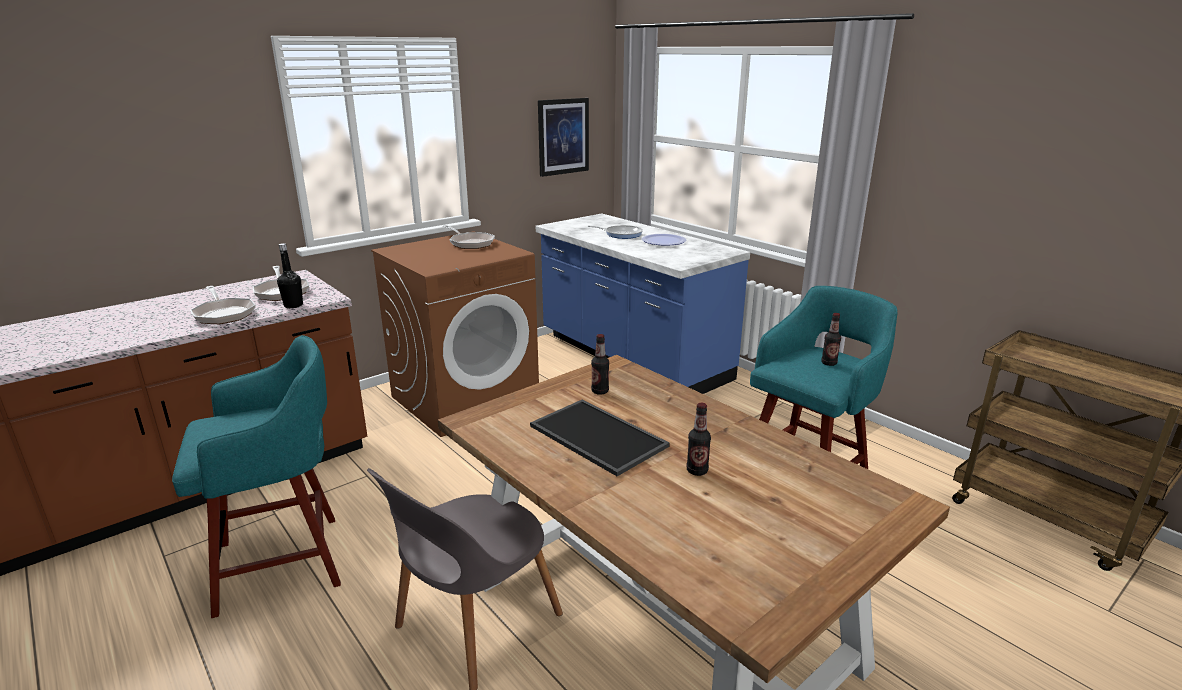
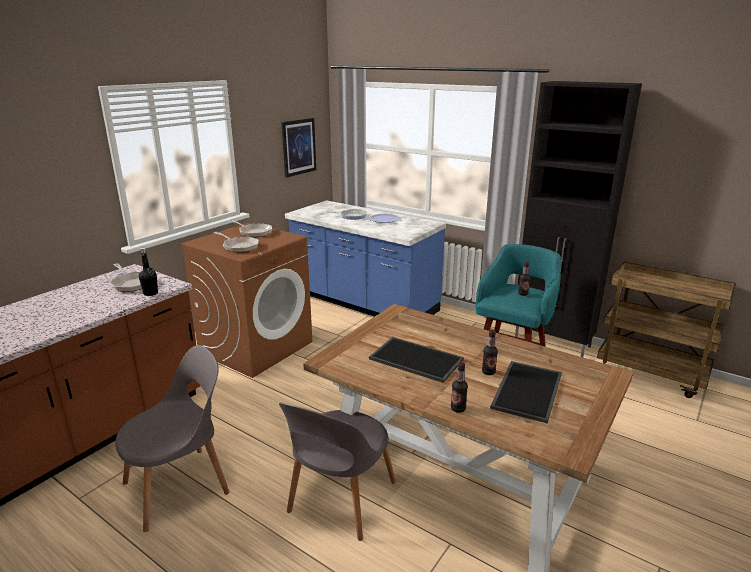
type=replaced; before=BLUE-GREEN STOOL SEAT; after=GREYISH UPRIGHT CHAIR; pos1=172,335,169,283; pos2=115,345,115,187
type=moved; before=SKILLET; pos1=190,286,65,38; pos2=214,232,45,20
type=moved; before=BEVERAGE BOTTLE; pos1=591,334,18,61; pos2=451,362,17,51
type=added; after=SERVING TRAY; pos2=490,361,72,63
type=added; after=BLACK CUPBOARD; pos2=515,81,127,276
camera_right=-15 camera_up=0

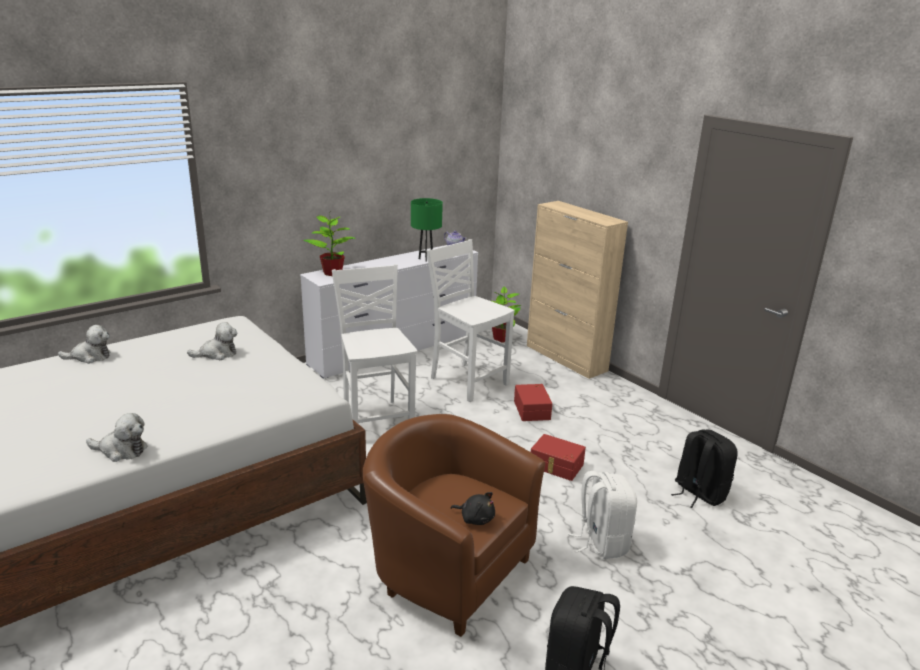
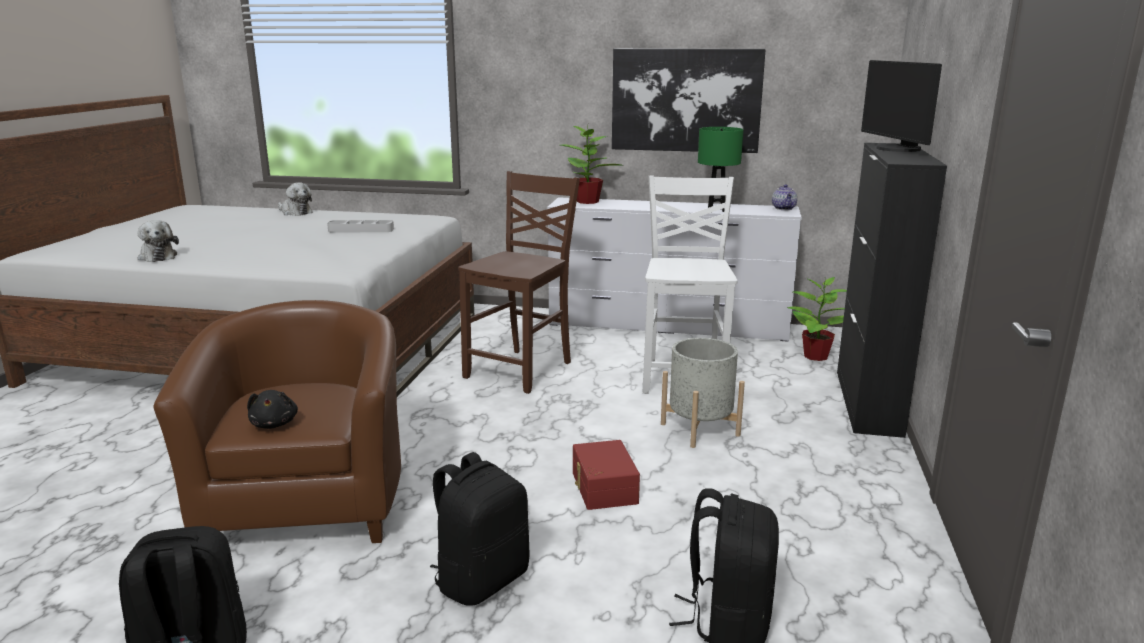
type=replaced; before=PLUSH TOY; after=GREYISH SERVING TRAY; pos1=187,322,51,38; pos2=327,220,67,12
type=recoloured; before=WHITISH UPRIGHT CHAIR; after=BROWN-COLOURED UPRIGHT CHAIR; pos1=332,264,85,159; pos2=458,171,122,223
type=replaced; before=RED-COLOURED STORAGE CONTAINER; after=GREYISH FLOWER POT; pos1=514,384,38,37; pos2=661,338,84,110
type=recoloured; before=BEIGE-COLOURED CUPBOARD; after=BLACK CUPBOARD; pos1=527,201,101,178; pos2=837,143,110,295
type=recoloured; before=WHITISH KNAPSACK; after=BLACK KNAPSACK; pos1=568,471,69,88; pos2=430,452,99,153
type=added; after=PICTURE; pos2=612,48,154,105
type=added; after=COMPUTER SCREEN; pos2=861,60,81,92
camera_right=50 camera_up=-5

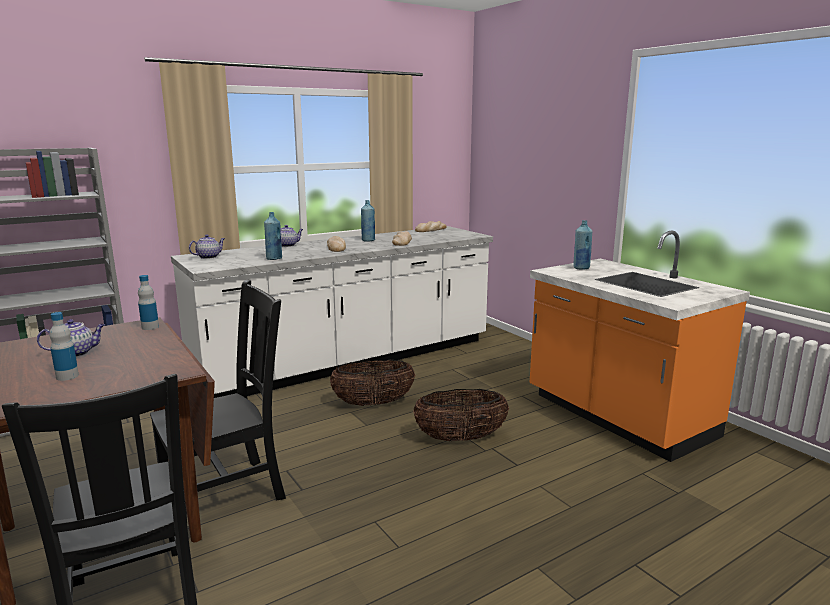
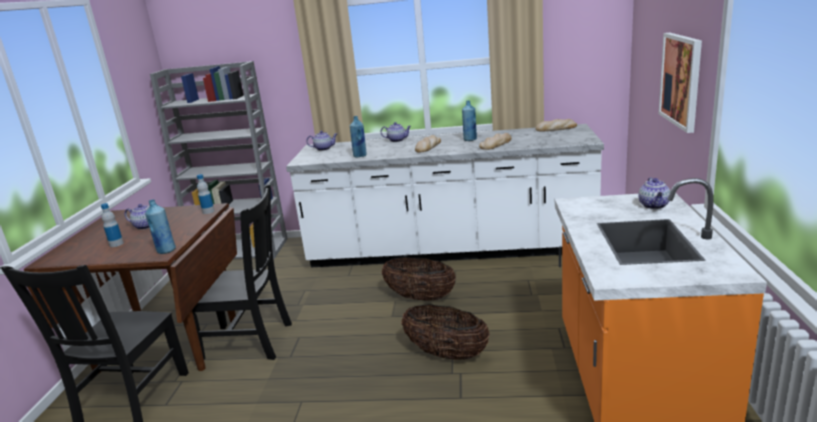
type=moved; before=BLUE-COLOURED BEVERAGE BOTTLE; pos1=573,220,19,50; pos2=145,200,31,54
type=added; after=POT FOR TEA; pos2=638,177,32,32
type=added; after=PICTURE; pos2=659,33,43,100
camera_right=40 camera_up=5

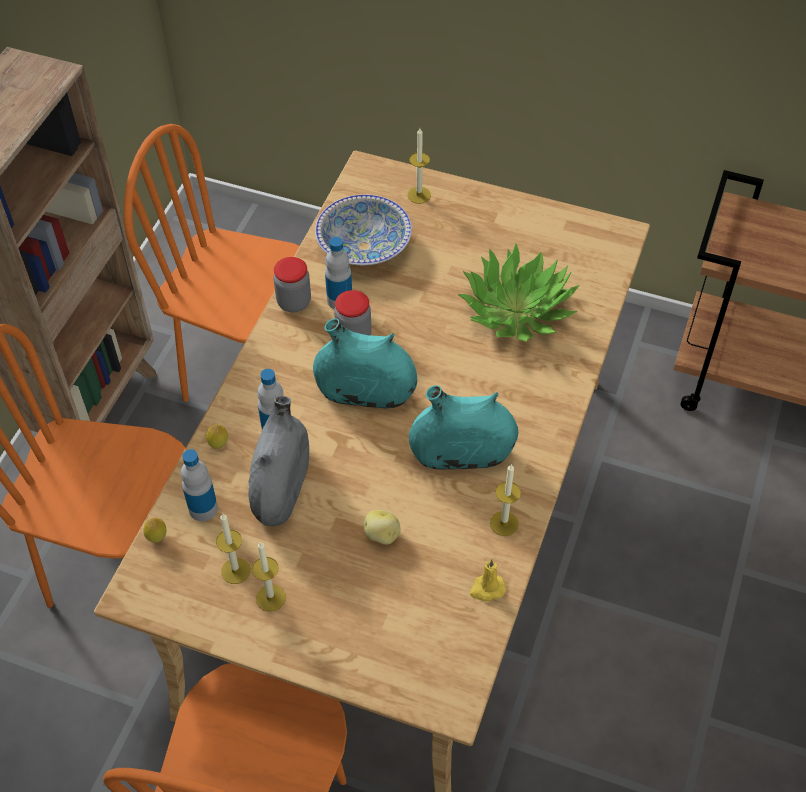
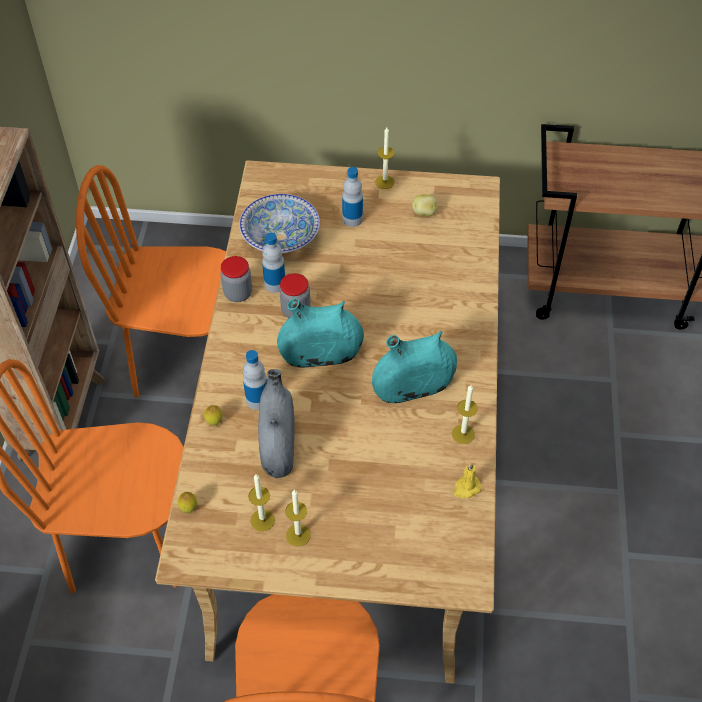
type=moved; before=BEVERAGE BOTTLE; pos1=181,449,37,72; pos2=342,167,21,60
type=moved; before=SPUD; pos1=364,510,37,35; pos2=412,194,26,22
type=moved; before=WAX LIGHT; pos1=407,128,24,76; pos2=375,127,20,62
type=removed; before=POTTED PLANT; pos1=458,243,122,99
camera_right=-15 camera_up=0

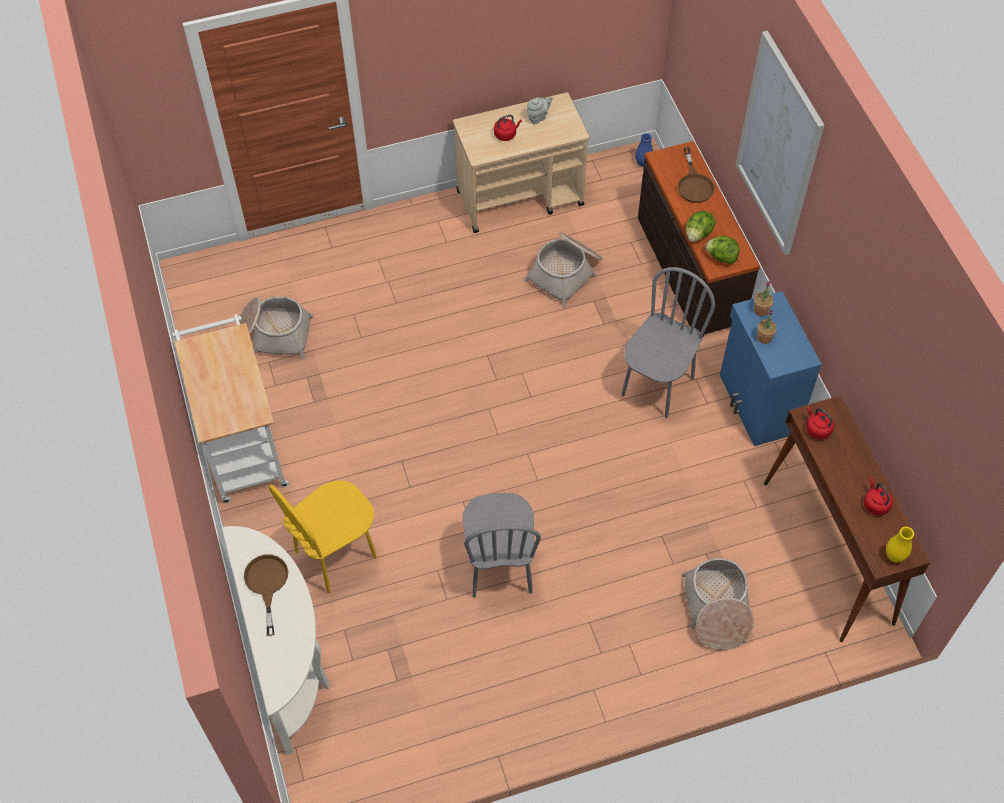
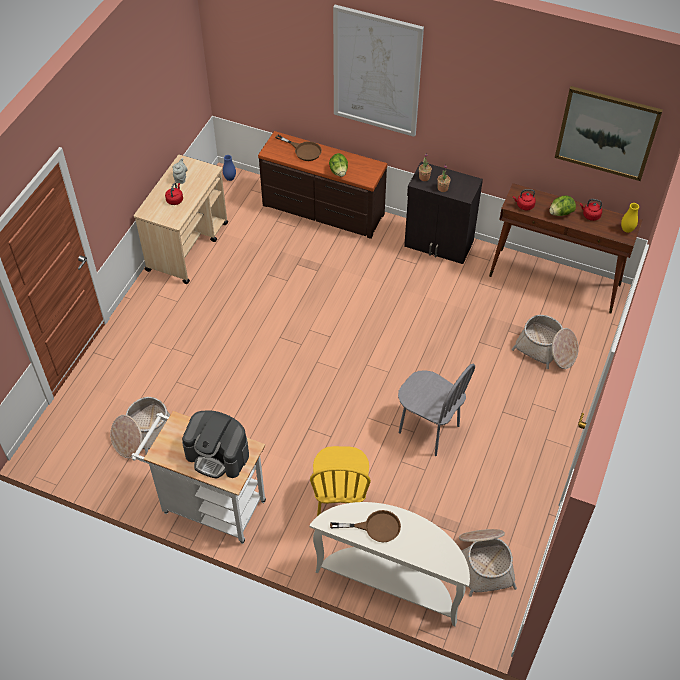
type=turned; before=BROWN-COLOURED SKILLET; pos1=244,554,44,82; pos2=330,510,71,32; turn=150
type=moved; before=HOUSEHOLD BASKET; pos1=524,233,79,74; pos2=459,529,58,68
type=removed; before=GREYISH UPRIGHT CHAIR; pos1=621,267,94,151
type=moved; before=LETTUCE HEAD; pos1=705,236,35,28; pos2=549,195,27,21
type=recoloured; before=BLUE-COLOURED CUPBOARD; after=BLACK CUPBOARD; pos1=720,291,102,155; pos2=404,162,79,102
type=added; after=COFFEE MACHINE; pos2=182,410,67,69
type=added; after=PICTURE; pos2=555,86,108,95
camera_right=-50 camera_up=-5

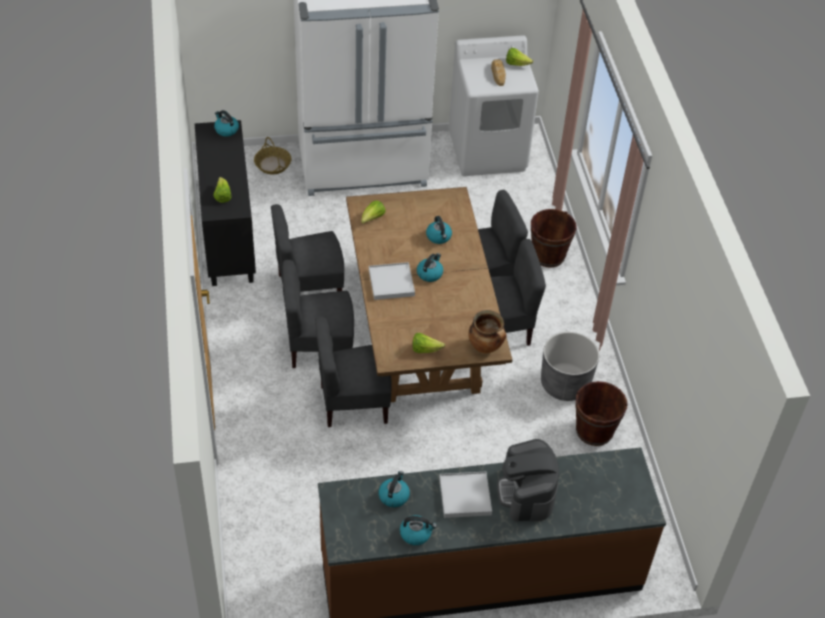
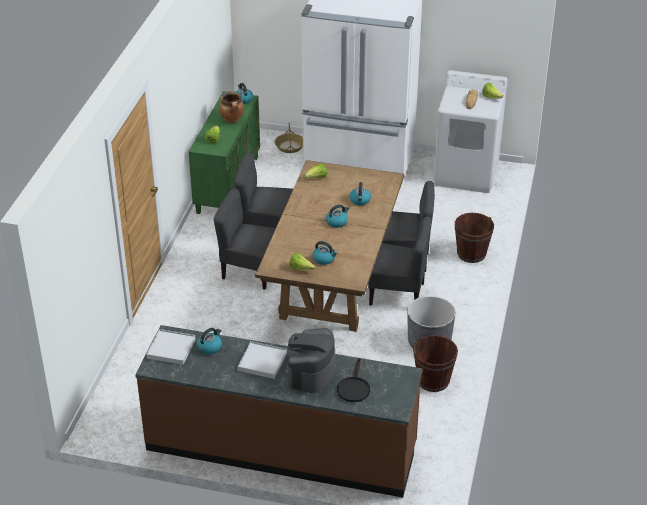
type=recoloured; before=BLACK CUPBOARD; after=GREEN CUPBOARD; pos1=195,120,61,166; pos2=189,91,71,123
type=removed; before=GREYISH UPRIGHT CHAIR; pos1=315,317,77,110
type=moved; before=WHITISH SERVING TRAY; pos1=369,262,46,38; pos2=146,329,49,36
type=moved; before=WATER KETTLE; pos1=400,515,37,30; pos2=313,241,25,24
type=moved; before=STOCKPOT; pos1=468,310,38,43; pos2=218,91,26,32
type=added; after=BLACK SKILLET; pos2=337,358,33,44
camera_right=25 camera_up=-10

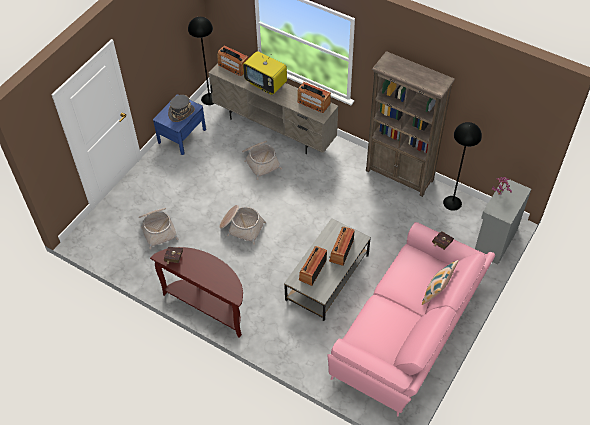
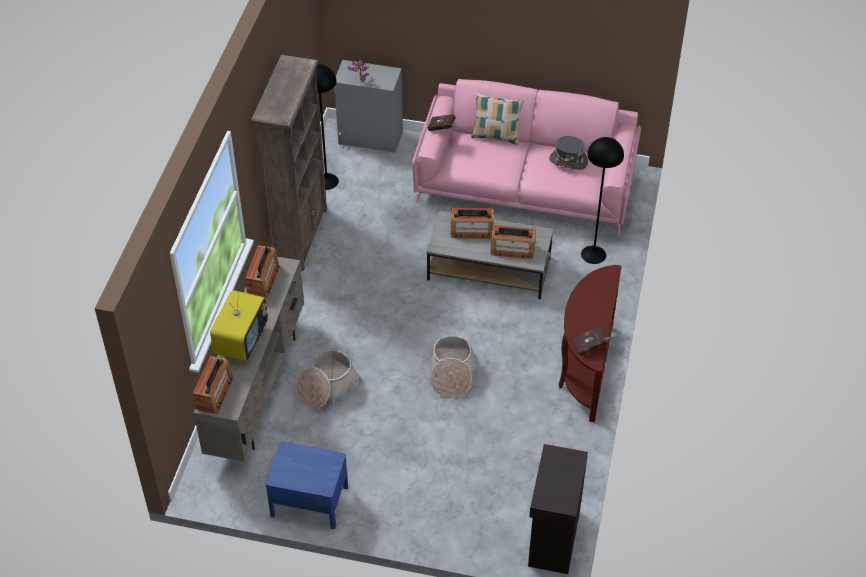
type=removed; before=HOUSEHOLD BASKET; pos1=139,208,39,41
type=moved; before=GREYISH WEARABLE HAT; pos1=168,95,27,27; pos2=549,136,39,34
type=moved; before=BLACK FLOOR LAMP; pos1=188,17,27,88; pos2=581,137,43,127
type=added; after=BLACK CUPBOARD; pos2=528,444,60,130
camera_right=-110 camera_up=-5

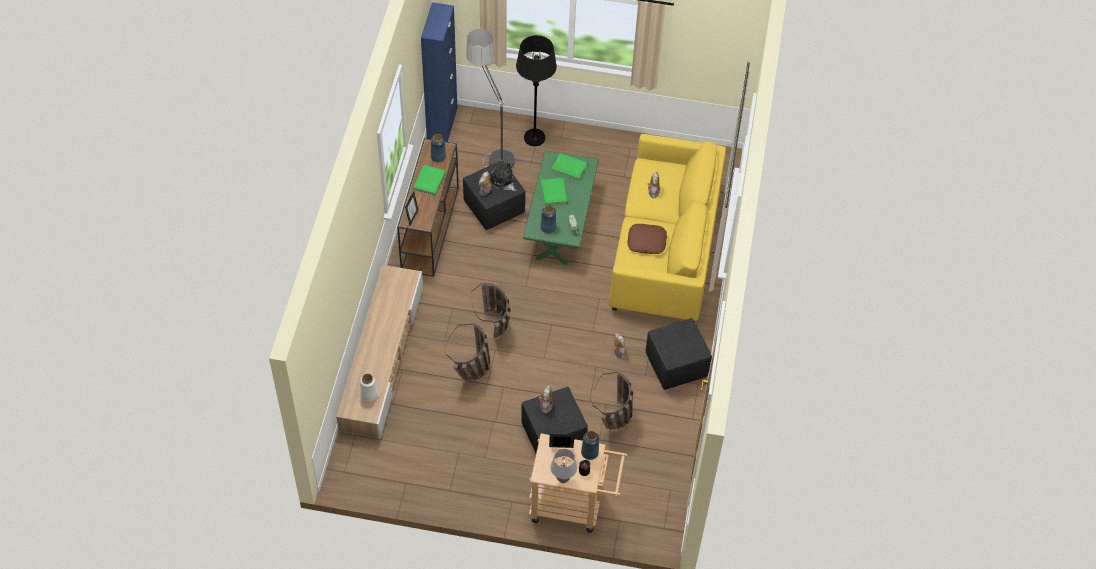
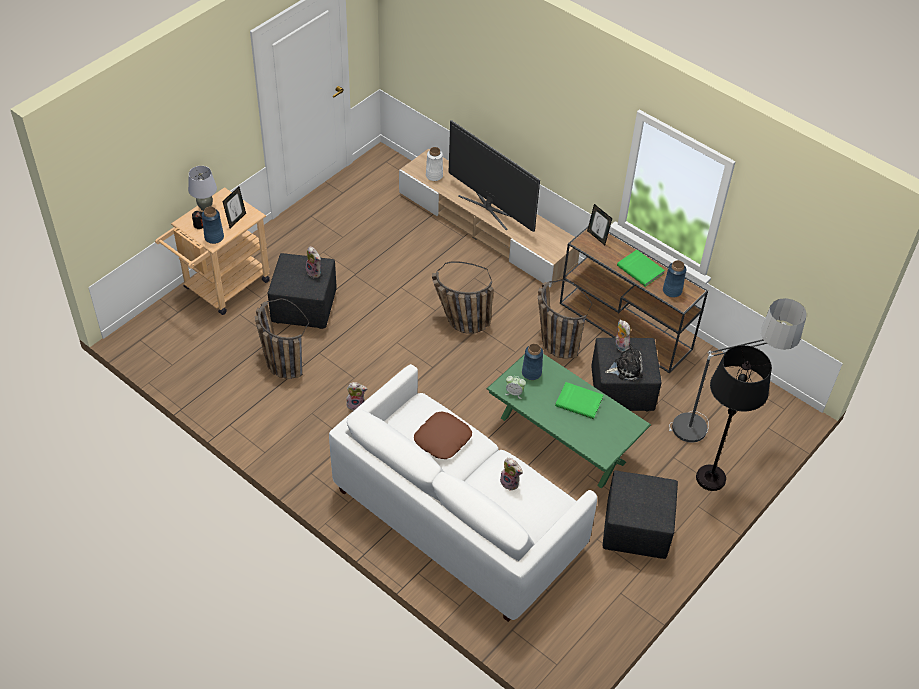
type=removed; before=BLUE-COLOURED CUPBOARD; pos1=421,2,36,140
type=moved; before=HOUSEHOLD BASKET; pos1=445,324,45,57; pos2=538,279,54,80
type=removed; before=GREEN BOUND BOOK; pos1=551,153,37,28
type=recoloured; before=YELLOW SETTEE; after=WHITISH SETTEE; pos1=609,134,117,188; pos2=329,364,268,258
type=moved; before=BLACK OTTOMAN; pos1=646,318,66,72; pos2=603,470,75,89
type=added; after=TV SET; pos2=449,120,91,112
camera_right=120 camera_up=-5

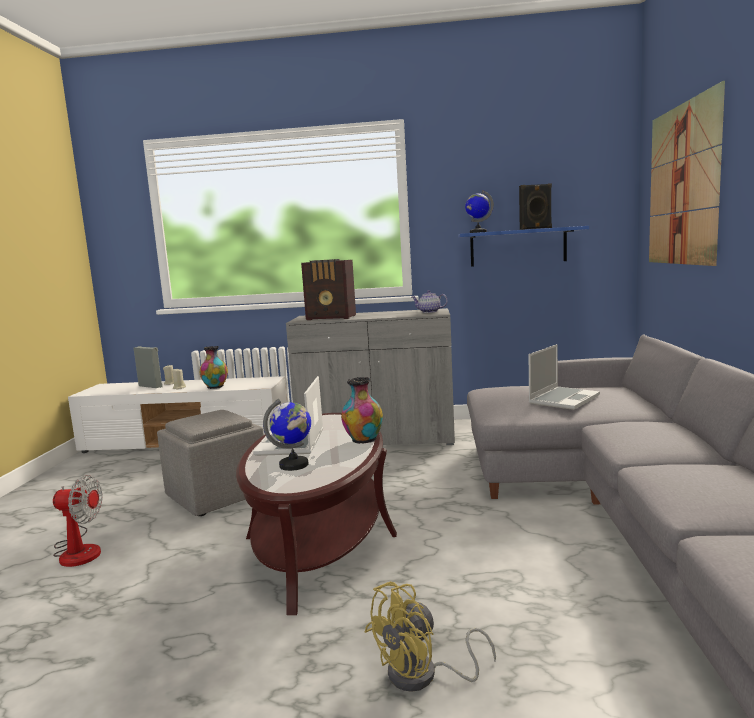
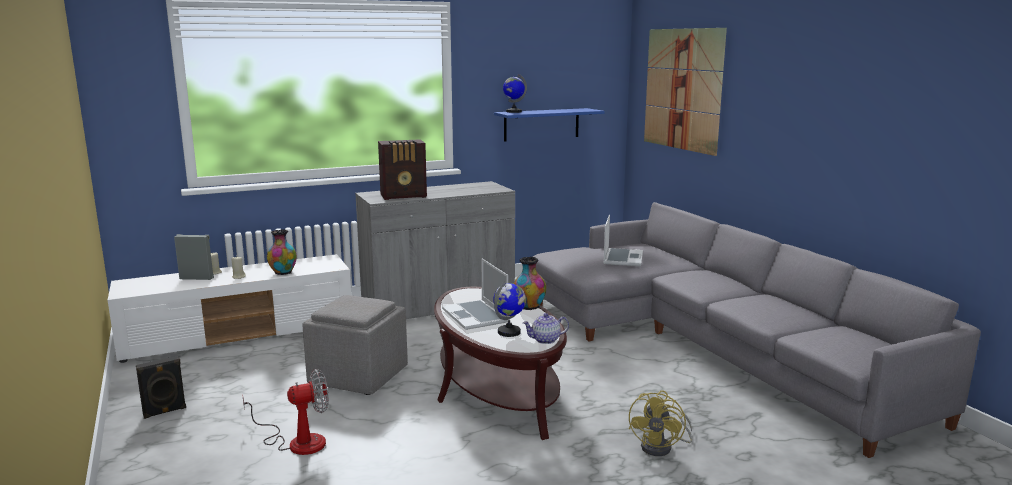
type=moved; before=POT FOR TEA; pos1=412,290,36,23; pos2=523,313,46,31
type=moved; before=BLACK LOUDSPEAKER; pos1=519,183,33,47; pos2=136,356,50,63
camera_right=-30 camera_up=5

